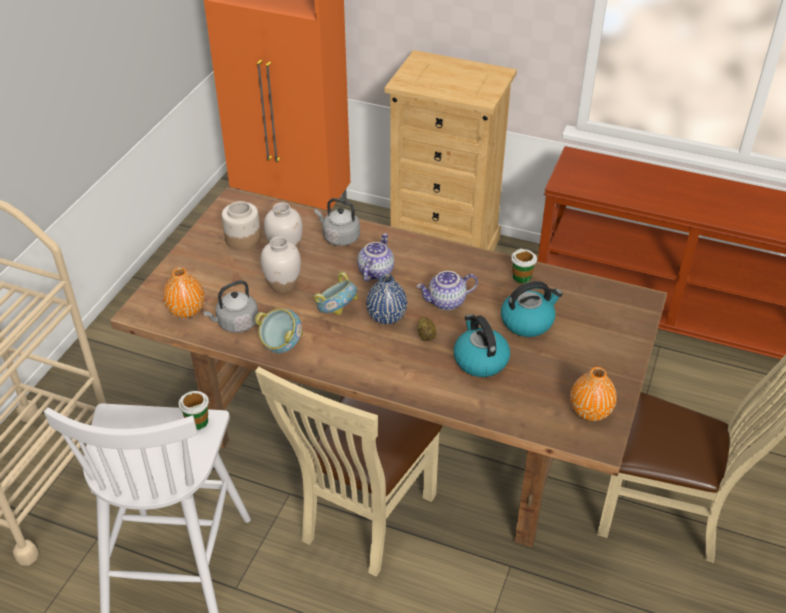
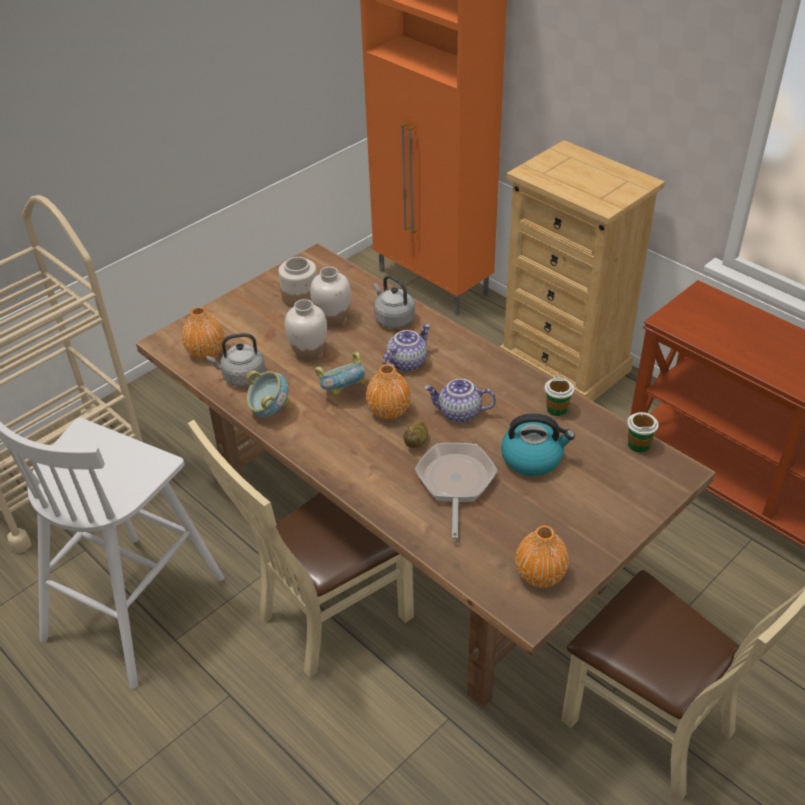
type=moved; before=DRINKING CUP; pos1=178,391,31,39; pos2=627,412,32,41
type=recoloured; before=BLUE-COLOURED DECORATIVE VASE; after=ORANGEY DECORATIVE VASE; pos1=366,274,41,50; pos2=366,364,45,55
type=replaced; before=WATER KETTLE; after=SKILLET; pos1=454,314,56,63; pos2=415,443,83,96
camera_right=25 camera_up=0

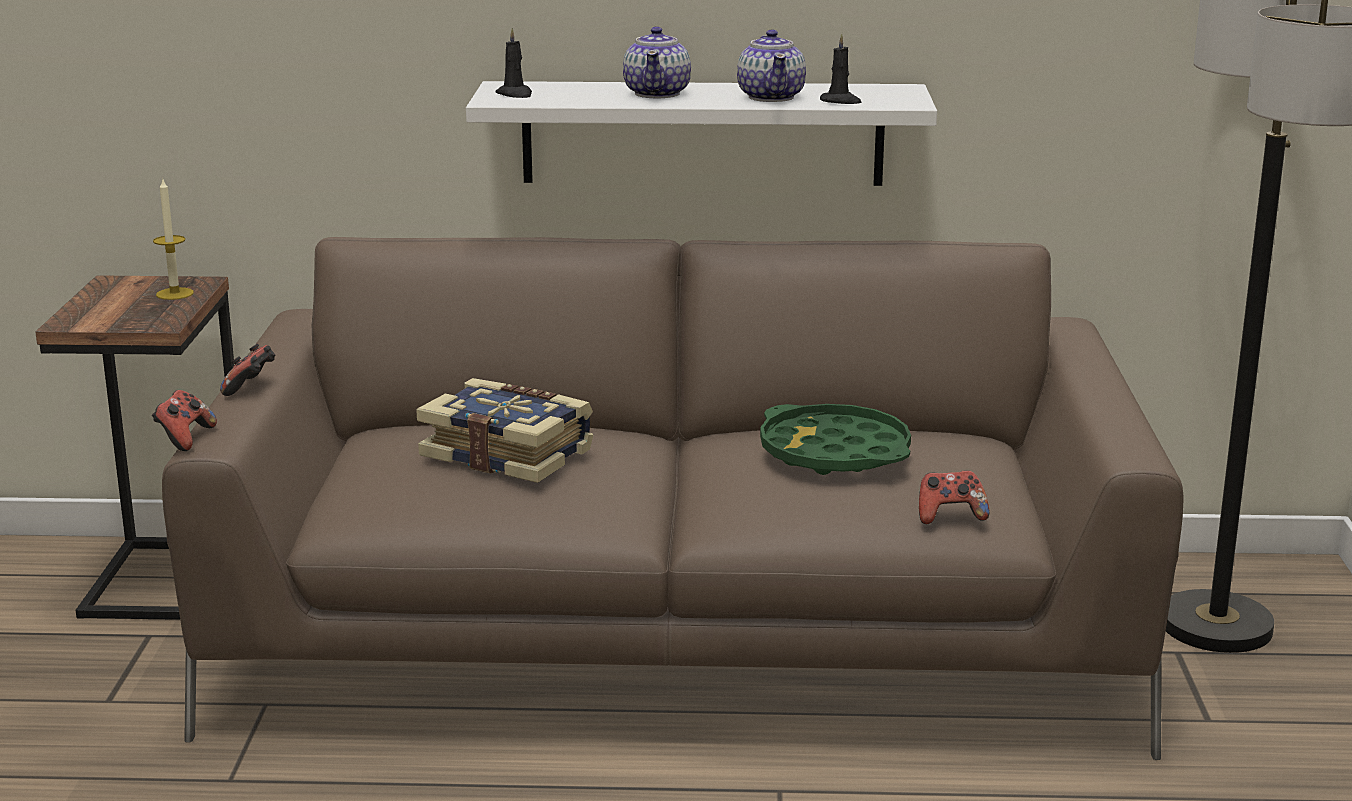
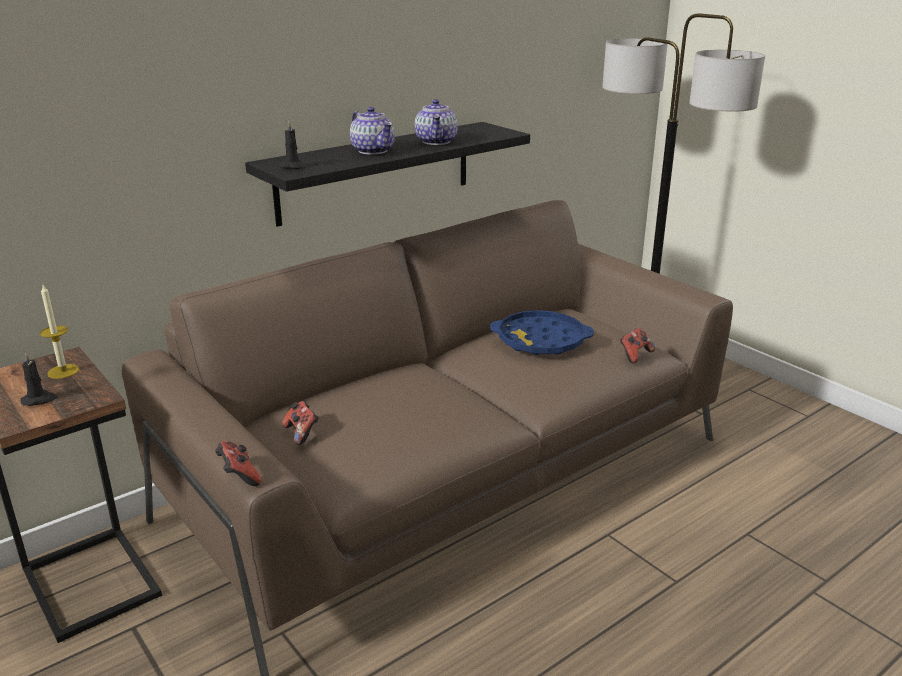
type=moved; before=JOYPAD; pos1=220,344,55,52; pos2=282,401,37,44
type=removed; before=BOUND BOOK; pos1=416,378,177,105
type=recoloured; before=WHITISH WALL SHELF; after=BLACK WALL SHELF; pos1=466,81,471,105; pos2=245,122,285,105
type=turned; before=POT FOR TEA; pos1=737,29,69,73; pos2=415,99,43,46; turn=45
type=recoloured; before=GREEN SERVING TRAY; after=BLUE-COLOURED SERVING TRAY; pos1=760,404,151,71; pos2=490,310,104,45
type=moved; before=BLACK WAX LIGHT; pos1=820,34,42,70; pos2=20,352,38,54
camera_right=-40 camera_up=5

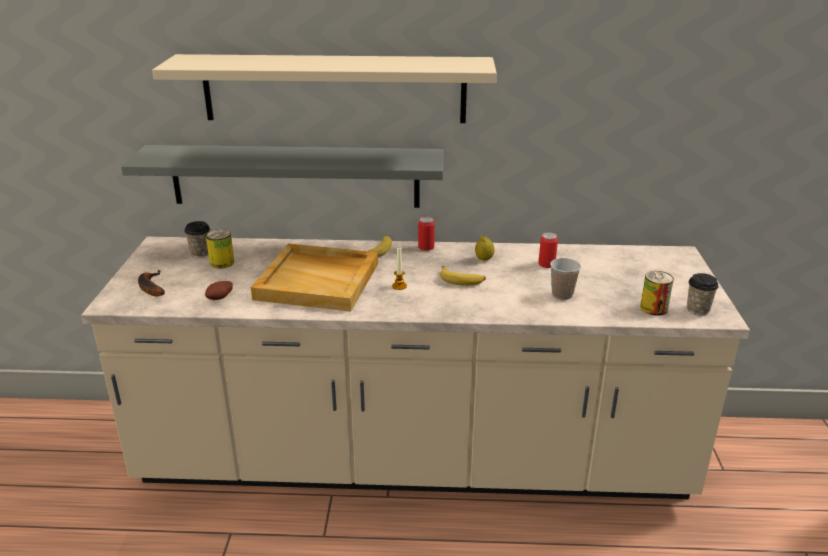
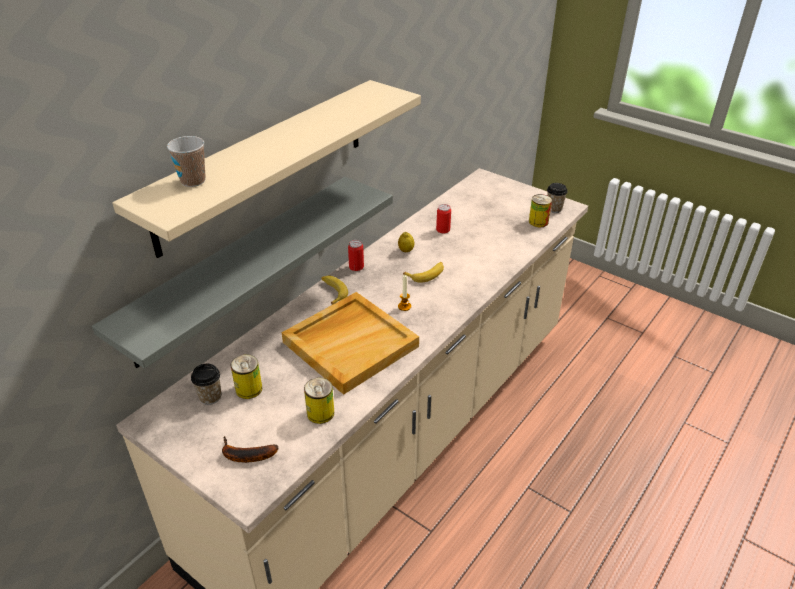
type=replaced; before=SPUD; after=SEALED CAN; pos1=205,281,28,19; pos2=304,378,30,46
type=moved; before=DRINKING CUP; pos1=550,258,31,42; pos2=167,136,38,51
camera_right=-55 camera_up=10

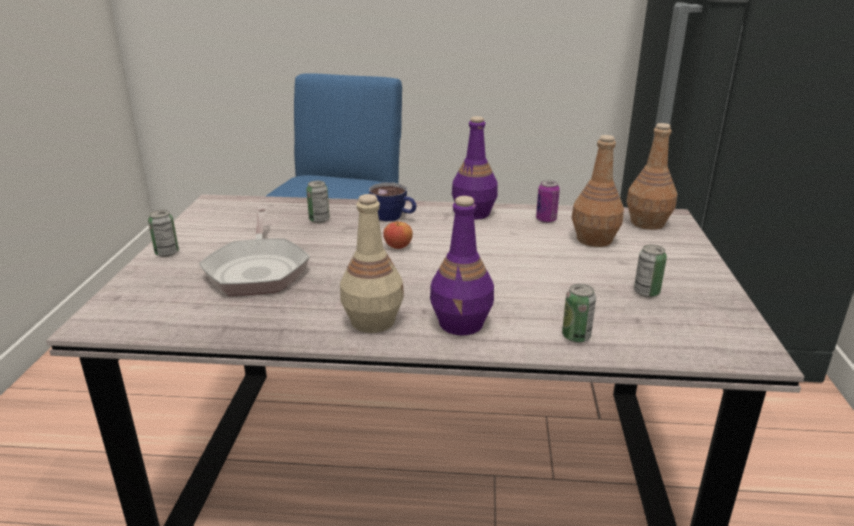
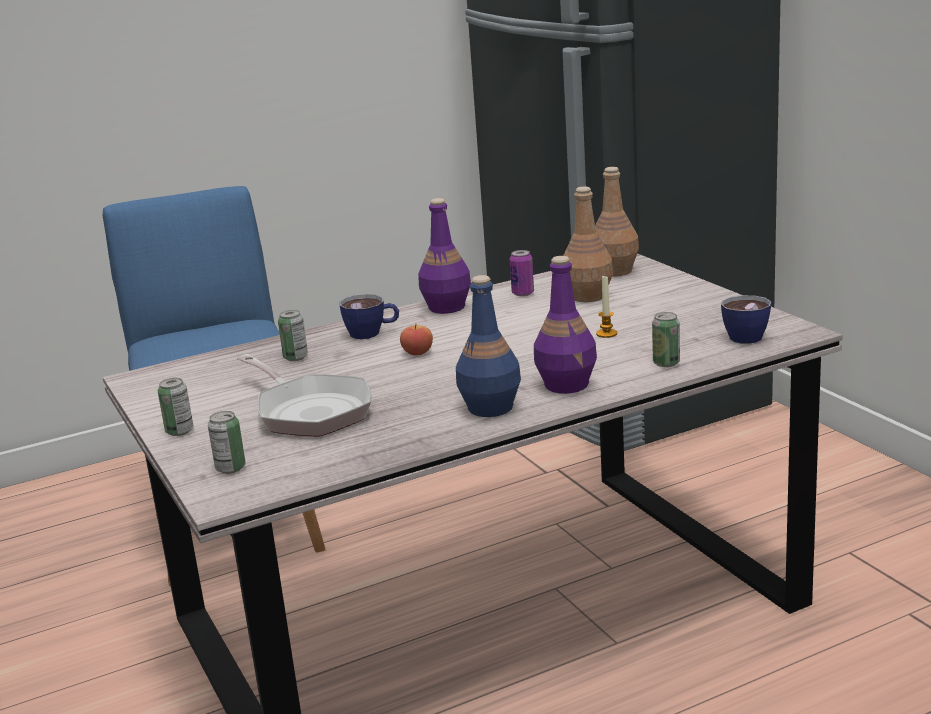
type=recoloured; before=BEIGE-COLOURED BEVERAGE BOTTLE; after=BLUE-COLOURED BEVERAGE BOTTLE; pos1=340,194,64,139; pos2=456,275,65,142
type=moved; before=SEALED CAN; pos1=634,245,33,52; pos2=208,411,38,63
type=added; after=WAX LIGHT; pos2=596,276,21,62
type=added; after=DRINKING CUP; pos2=721,295,50,49
camera_right=-30 camera_up=-5

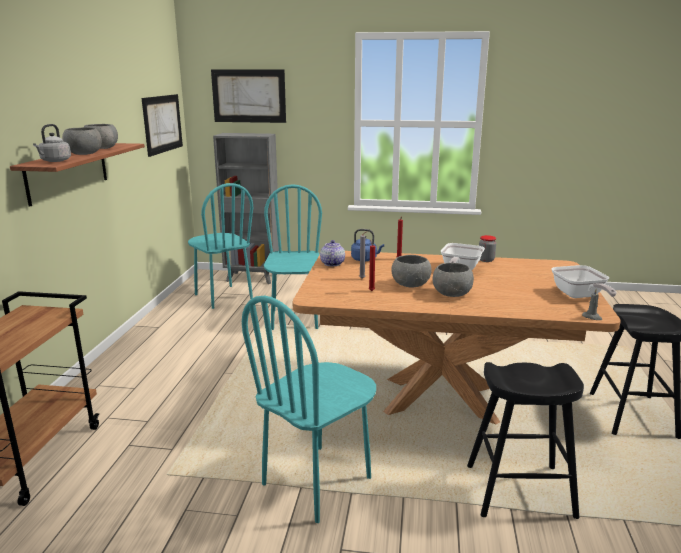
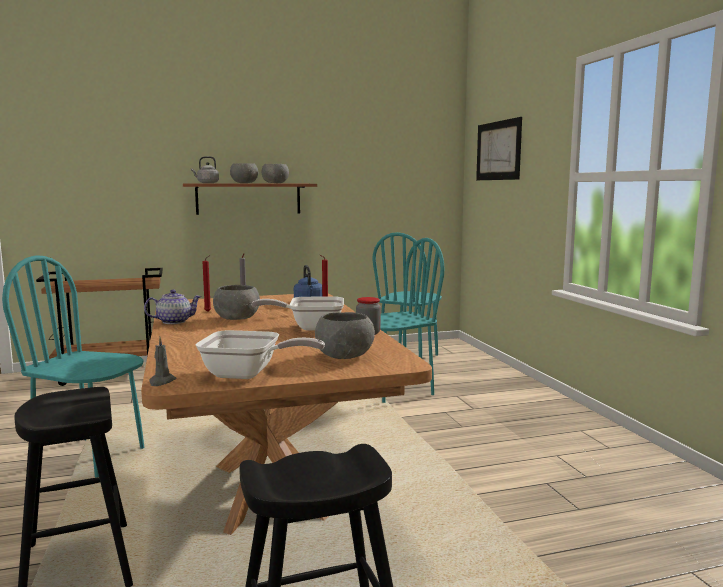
type=removed; before=PICTURE; pos1=142,94,41,63
type=removed; before=GREYISH BOOKSHELF; pos1=213,133,66,151
type=moved; before=POT FOR TEA; pos1=320,240,25,26; pos2=144,290,58,34
type=moved; before=GREYISH BOWL; pos1=432,263,42,34; pos2=315,312,60,47
type=turned; before=SKILLET; pos1=551,265,66,33; pos2=196,330,129,49; turn=-135
camera_right=65 camera_up=-10

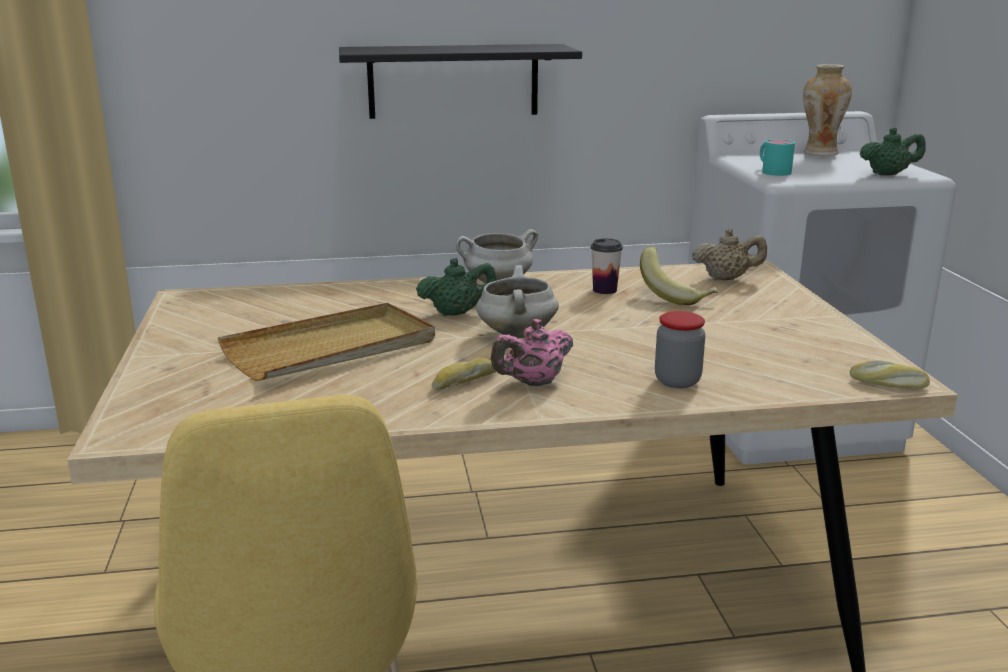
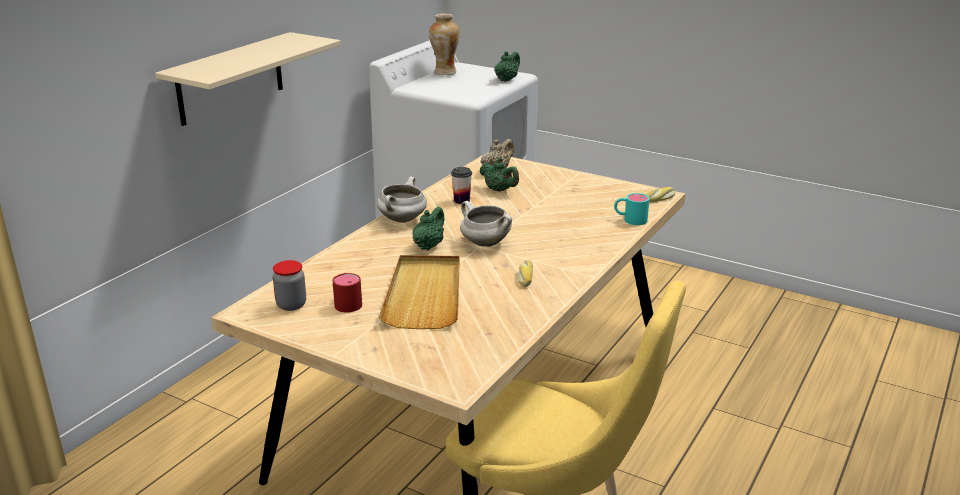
type=recoloured; before=BLACK WALL SHELF; after=BEIGE-COLOURED WALL SHELF; pos1=339,44,243,75; pos2=155,32,186,94
type=removed; before=PINK POT FOR TEA; pos1=491,319,82,67
type=replaced; before=BANANA FRUIT; after=GREEN POT FOR TEA; pos1=640,247,78,58; pos2=479,157,40,35
type=moved; before=STORAGE JAR; pos1=655,311,50,77; pos2=273,260,33,51
type=moved; before=BLUE-GREEN TEA MUG; pos1=760,139,35,37; pos2=614,193,35,32
type=added; after=RED-COLOURED TEA MUG; pos2=332,273,30,40
camera_right=-50 camera_up=5

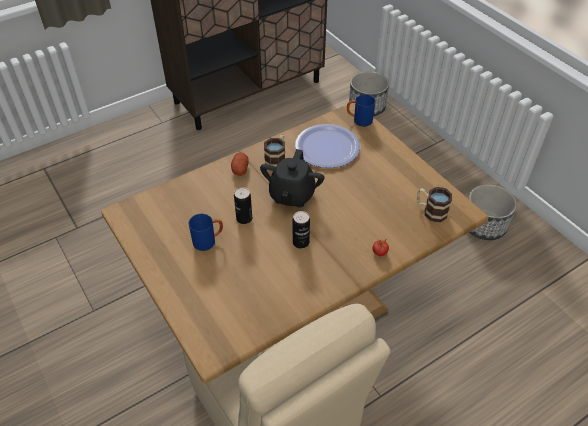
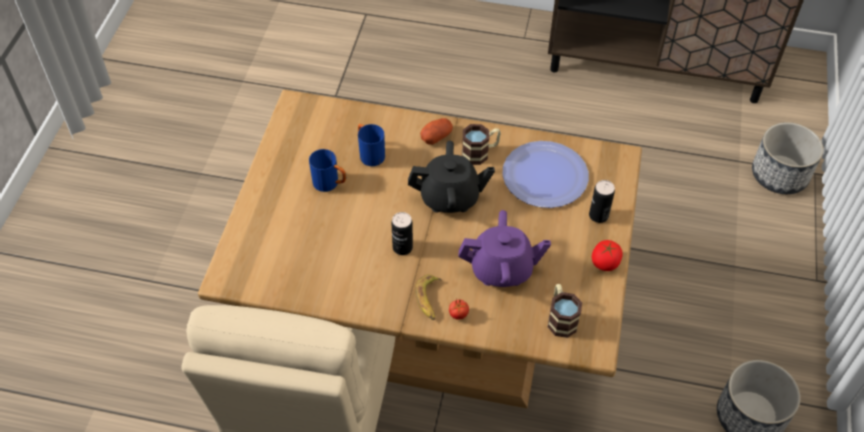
type=moved; before=SEALED CAN; pos1=234,187,18,37; pos2=589,180,26,43
type=turned; before=BLACK POT FOR TEA; pos1=260,149,64,59; pos2=408,141,87,72; turn=-150
type=moved; before=BLUE-COLOURED TEA MUG; pos1=347,95,28,32; pos2=358,124,27,42
type=added; after=BANANA FRUIT; pos2=415,274,27,46
type=added; after=PURPLE POT FOR TEA; pos2=458,210,93,77
type=added; after=FRESH TOMATO; pos2=592,240,31,31
camera_right=45 camera_up=5

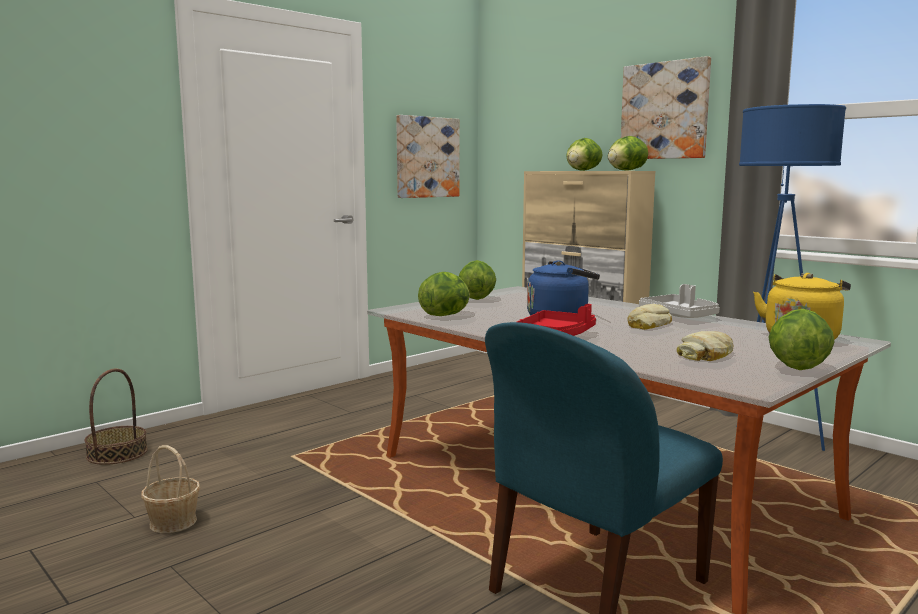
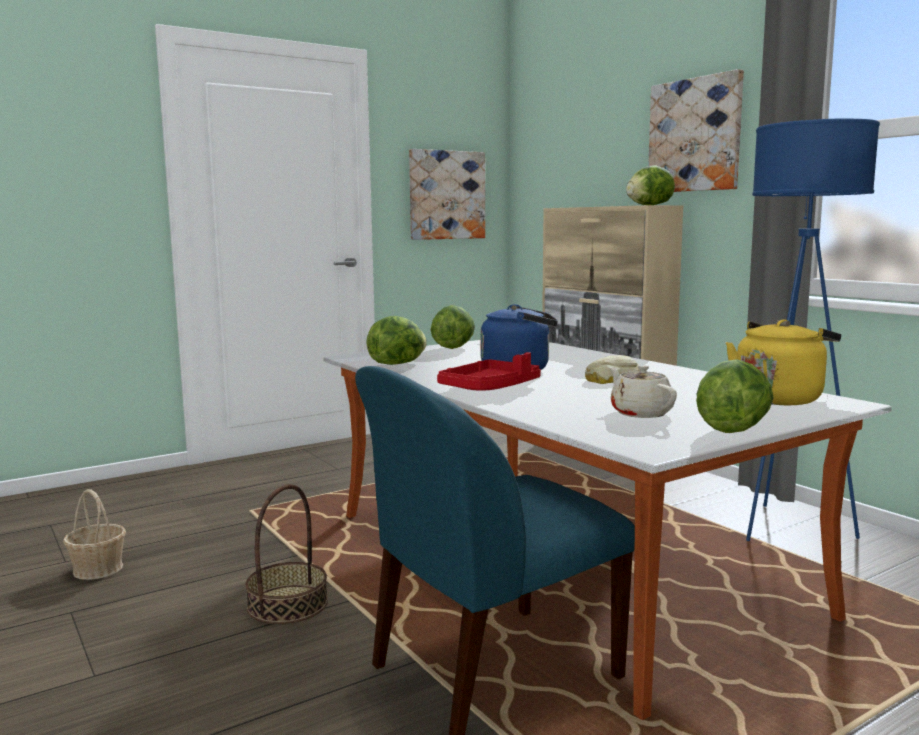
type=moved; before=HOUSEHOLD BASKET; pos1=84,368,64,97; pos2=245,484,83,140
type=removed; before=LETTUCE HEAD; pos1=566,138,37,33
type=removed; before=GREYISH SERVING TRAY; pos1=639,284,81,34
type=replaced; before=BAKED BREAD; after=BEIGE-COLOURED POT FOR TEA; pos1=677,331,56,30; pos2=609,365,68,53
camera_right=10 camera_up=0

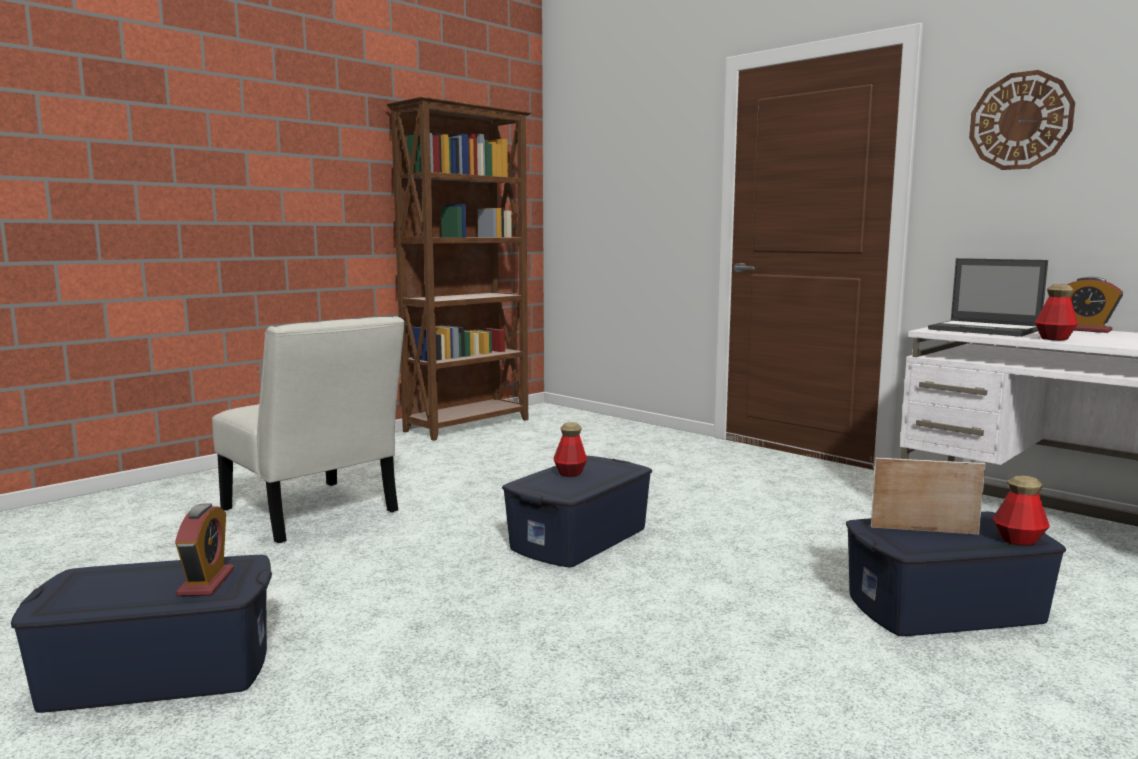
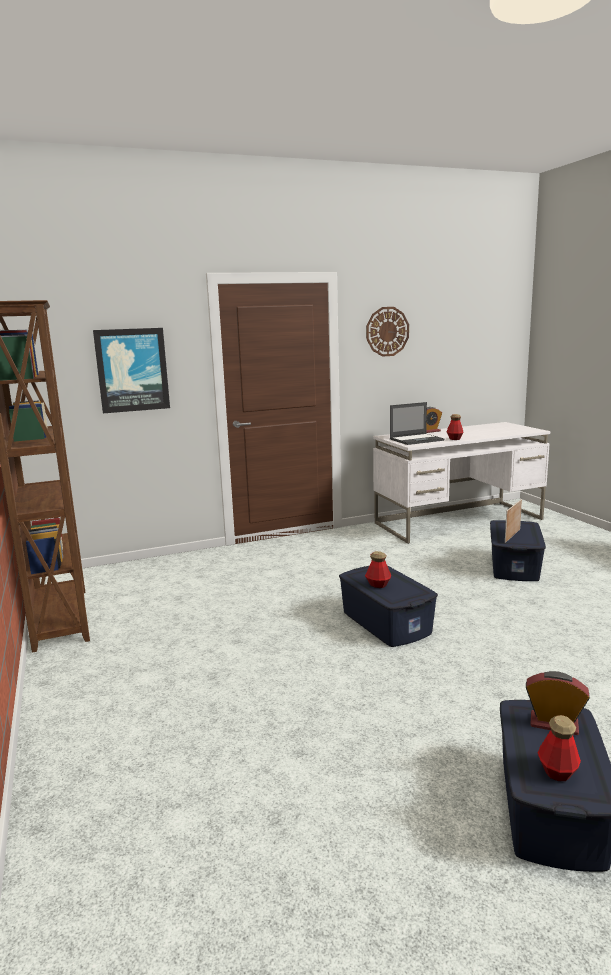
type=removed; before=WHITISH UPRIGHT CHAIR; pos1=212,316,193,227
type=moved; before=BEVERAGE BOTTLE; pos1=992,476,58,70; pos2=538,715,43,66
type=added; after=PICTURE; pos2=93,328,77,85
camera_right=-65 camera_up=5

